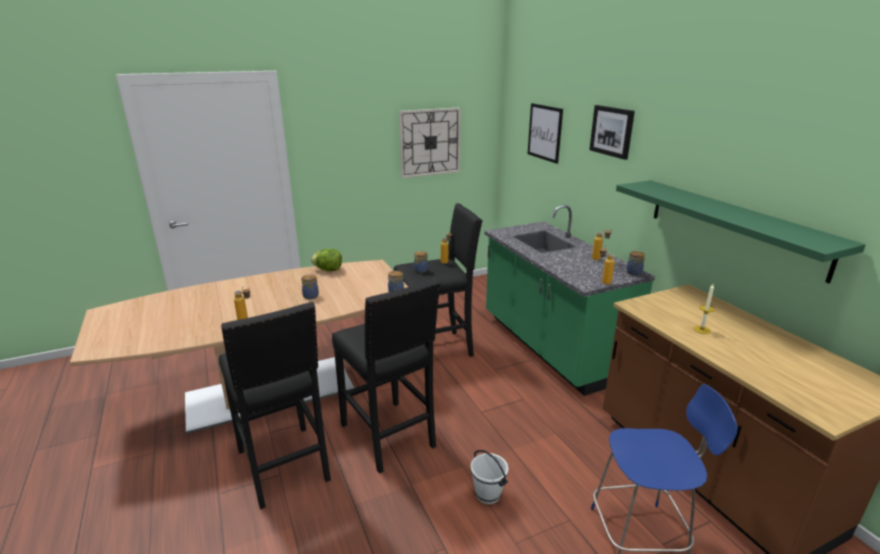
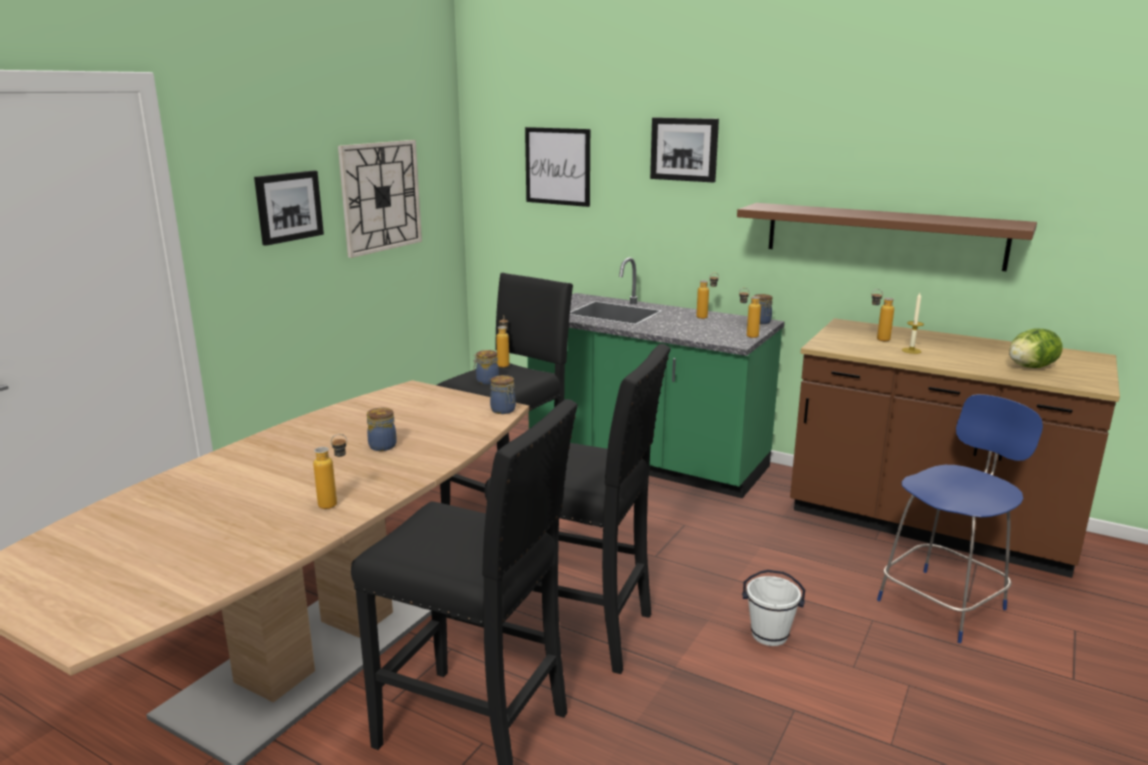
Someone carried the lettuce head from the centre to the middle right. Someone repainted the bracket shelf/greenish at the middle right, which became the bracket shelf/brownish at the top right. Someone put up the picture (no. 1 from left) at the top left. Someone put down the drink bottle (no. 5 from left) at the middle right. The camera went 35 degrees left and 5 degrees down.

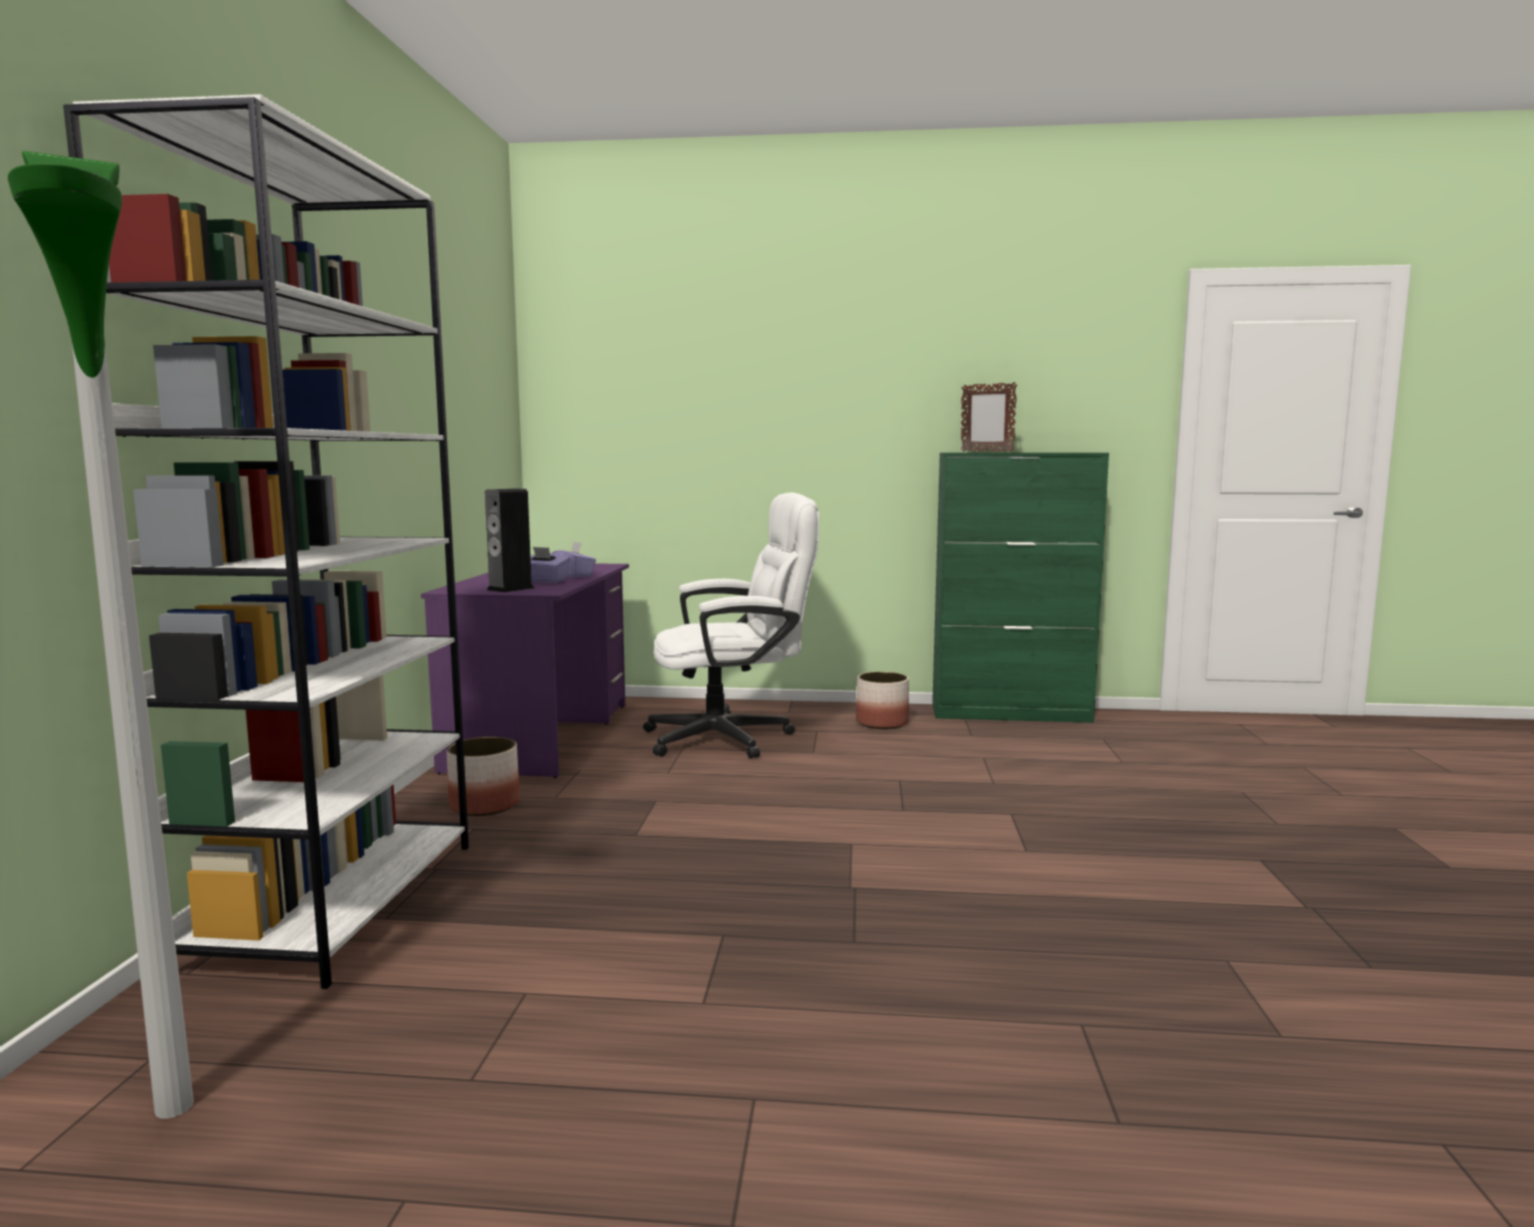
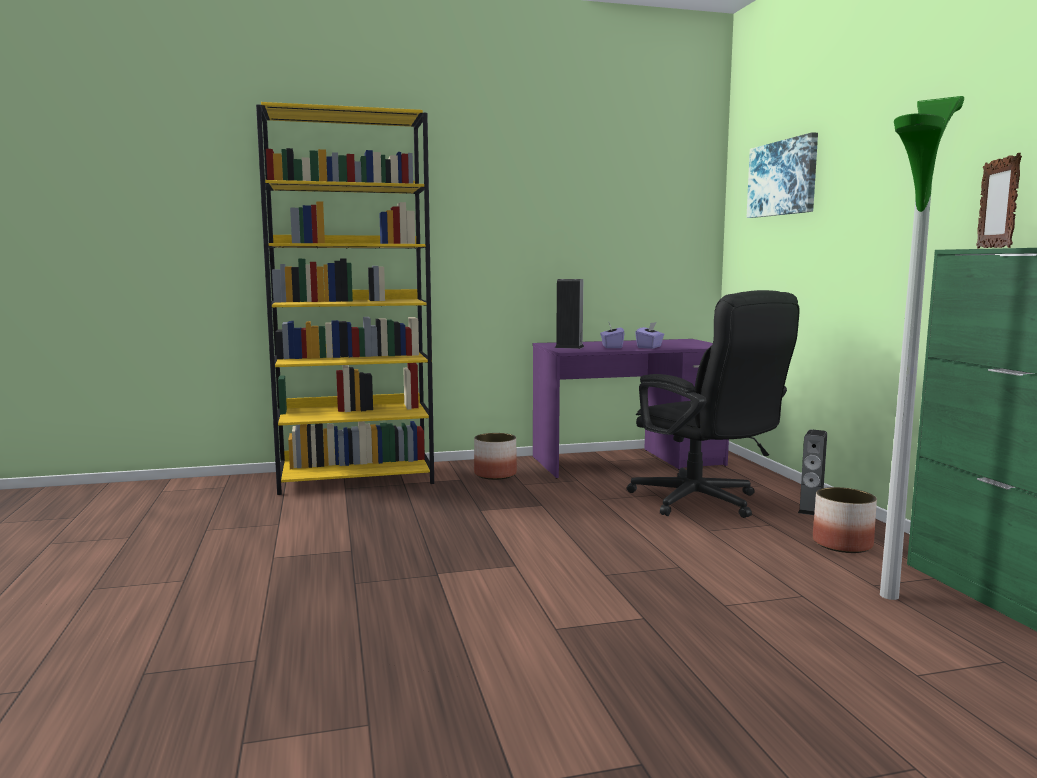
Someone carried the standard lamp from the middle left to the middle right. Someone repainted the bookcase/white-coloured at the middle left, which became the bookcase/yellow at the middle left. Someone repainted the computer chair/white-coloured at the centre, which became the computer chair/black-coloured at the middle right. Someone put up the picture at the top right. Someone put down the audio speaker (no. 2 from left) at the middle right. The camera went 70 degrees right and 0 degrees up.

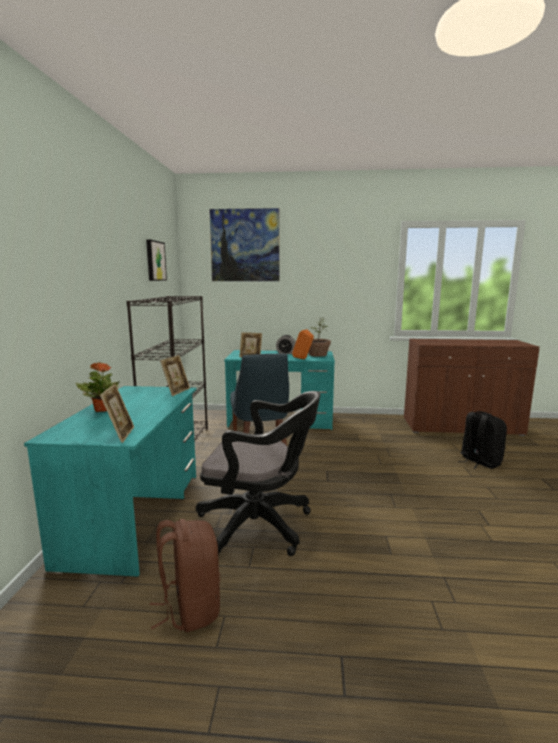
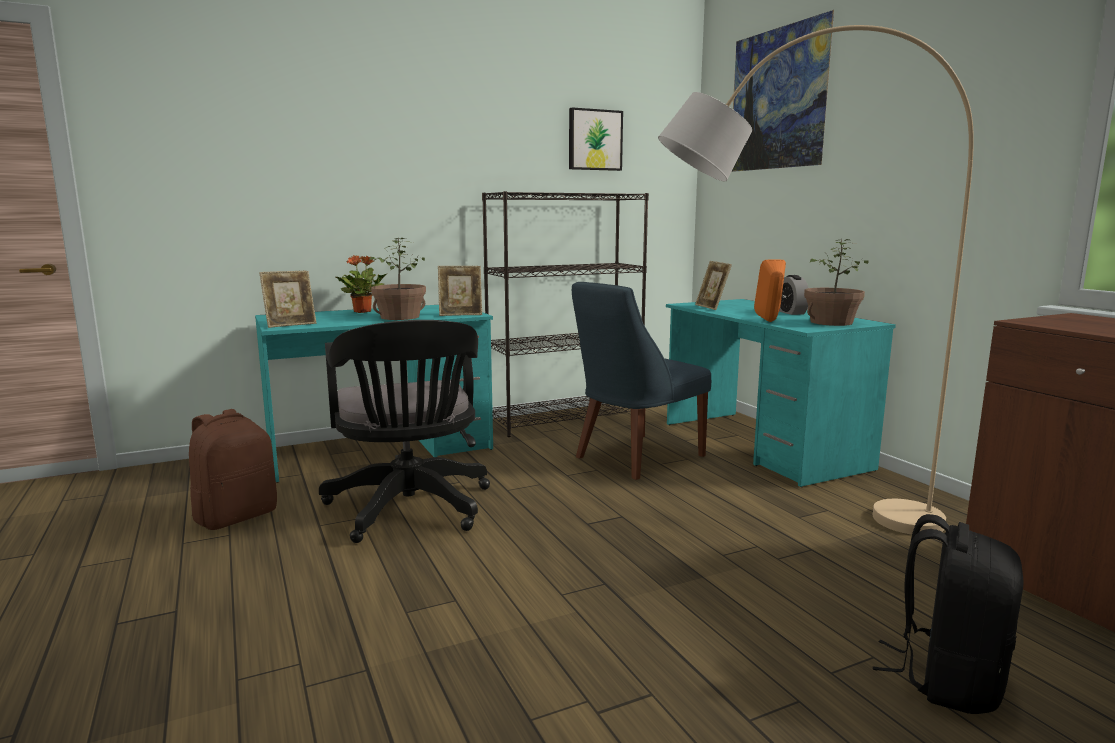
Someone put down the houseplant (no. 2 from left) at the centre. Someone put down the standard lamp/beige-coloured at the middle right. The camera went 60 degrees right and 0 degrees up.

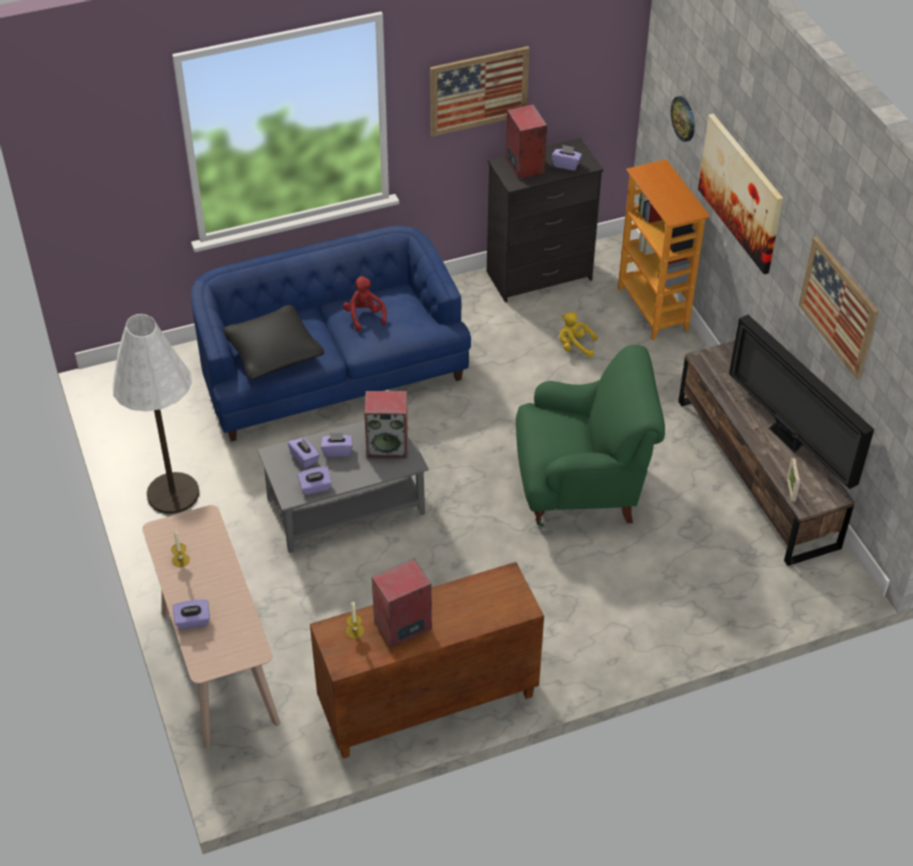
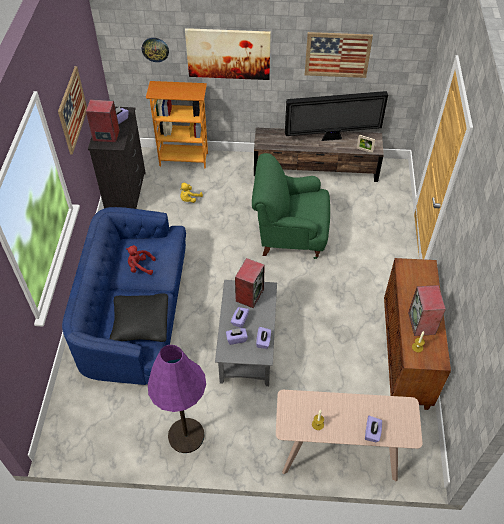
Someone repainted the standard lamp/white-coloured at the middle left, which became the standard lamp/purple-coloured at the bottom centre. Someone rotated the lounge chair/greenish at the centre by 105 degrees counterclockwise. The camera went 65 degrees left and 5 degrees up.

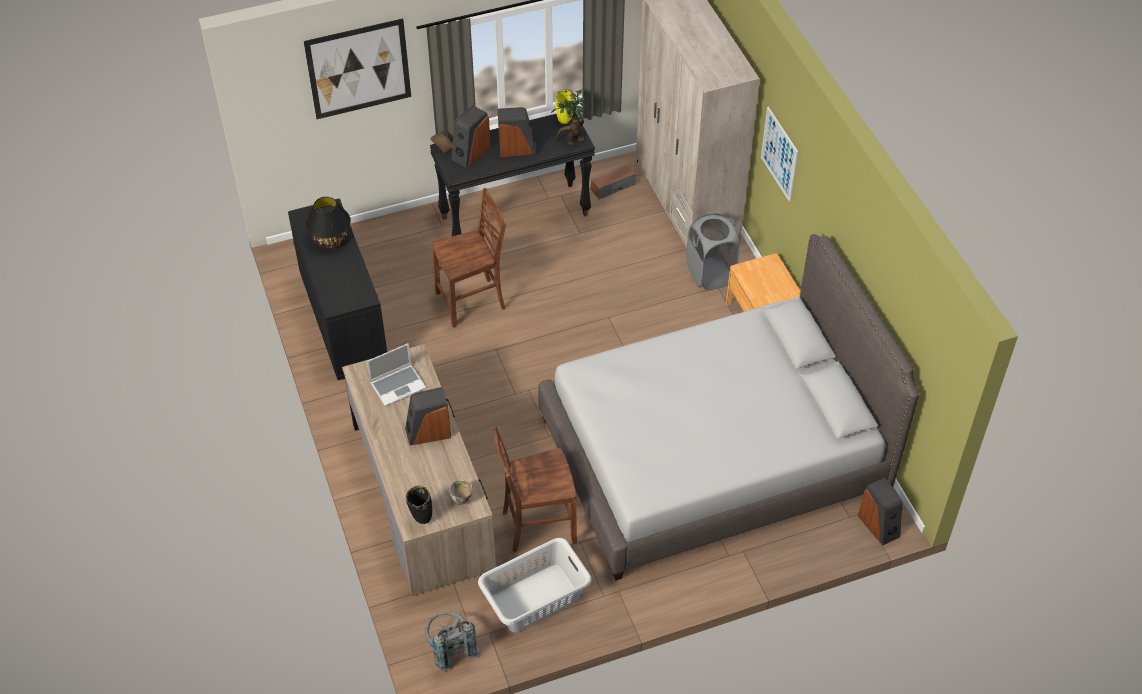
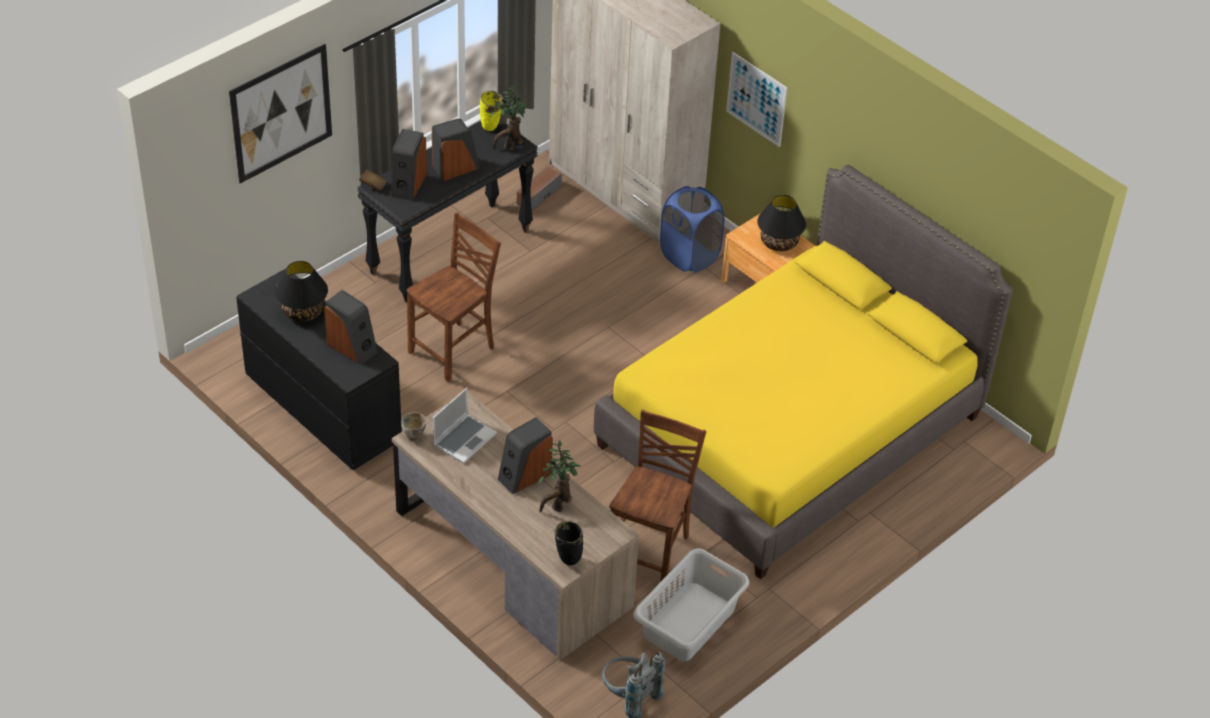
Someone carried the bowl from the bottom centre to the centre. Someone rotated the upright chair/brownish (no. 2 from left) at the bottom centre by 150 degrees clockwise. Someone repainted the sleeping bed/greyish at the centre, which became the sleeping bed/yellow at the centre. Someone repainted the laundry basket/greyish (no. 2 from left) at the centre, which became the laundry basket/blue at the top centre. Someone carried the audio speaker (no. 5 from left in the first image) from the bottom right to the middle left. Someone put down the houseplant (no. 2 from left) at the centre. Someone put down the lamp for a table/black-coloured (no. 2 from left) at the top centre. The camera went 25 degrees left and 5 degrees down.

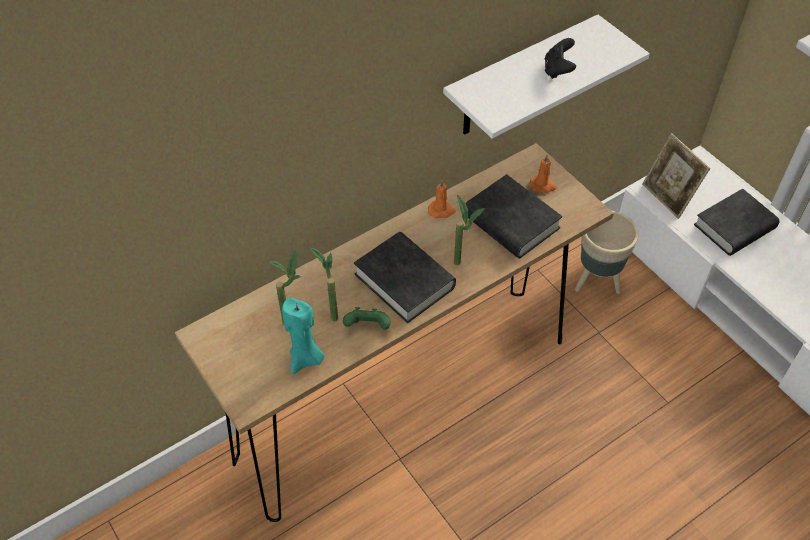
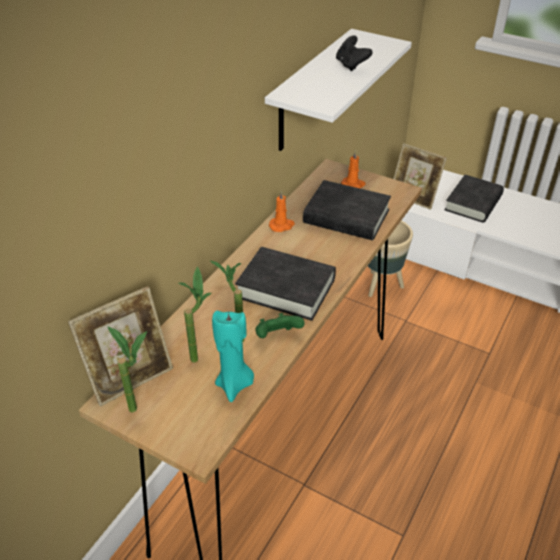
Someone carried the houseplant (no. 3 from left in the first image) from the centre to the middle left. Someone put down the standing frame (no. 1 from left) at the middle left. The camera went 25 degrees left and 10 degrees down.

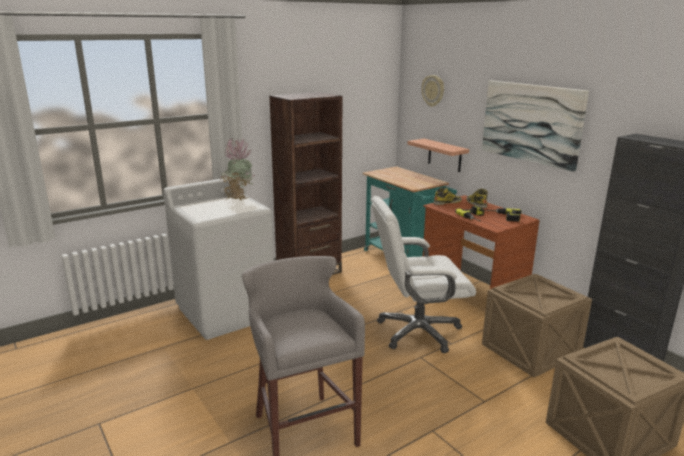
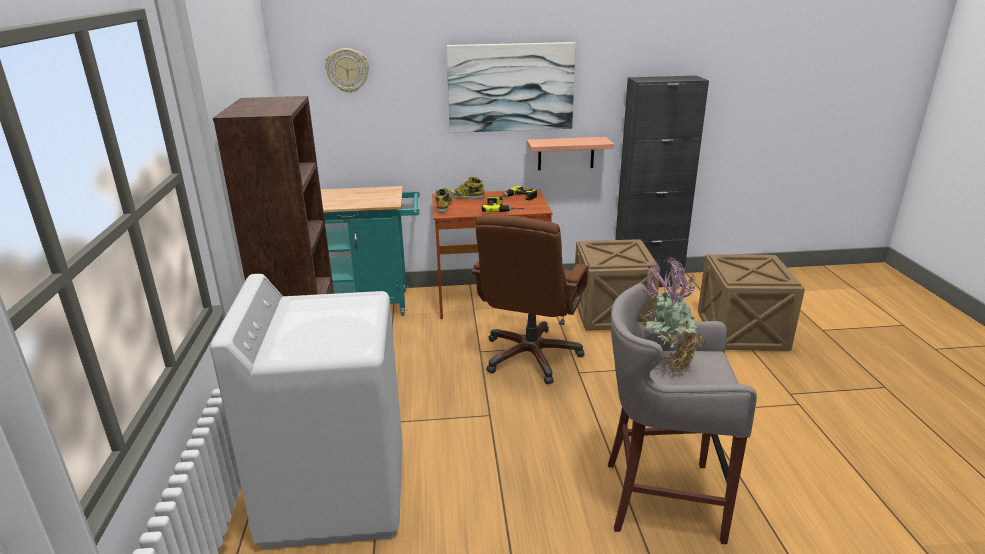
Someone carried the houseplant from the centre to the middle right. Someone repainted the computer chair/white-coloured at the centre, which became the computer chair/brownish at the centre. Someone carried the bracket shelf from the centre to the top centre. The camera went 60 degrees left and 5 degrees up.

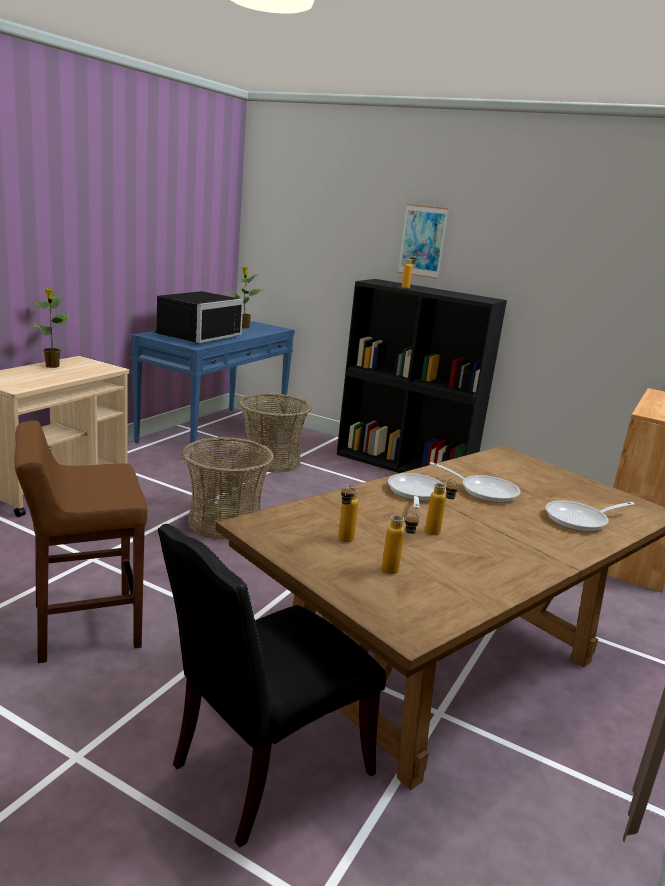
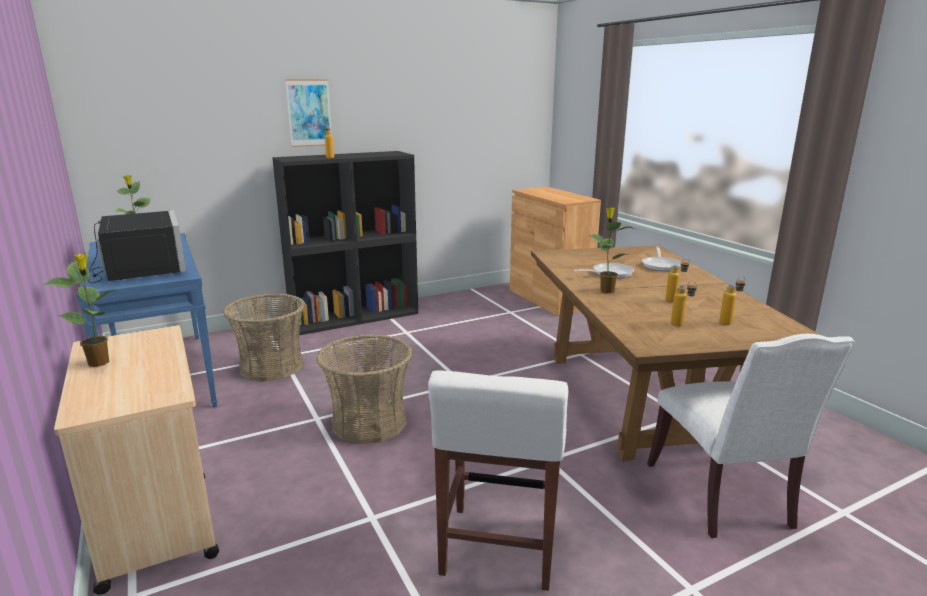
Someone repainted the stool/brownish at the middle left, which became the stool/white-coloured at the bottom centre. Someone repainted the upright chair/black-coloured at the bottom centre, which became the upright chair/white-coloured at the bottom right. Someone swapped the pan (no. 1 from left) at the centre for the houseplant (no. 3 from left) at the centre. The camera went 55 degrees left and 0 degrees up.

